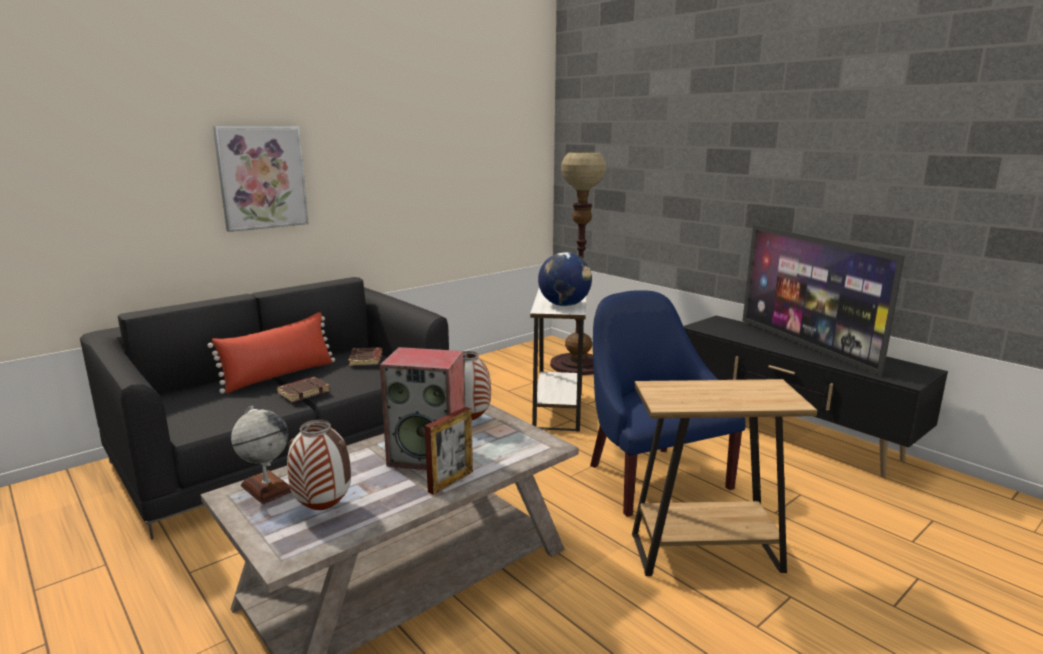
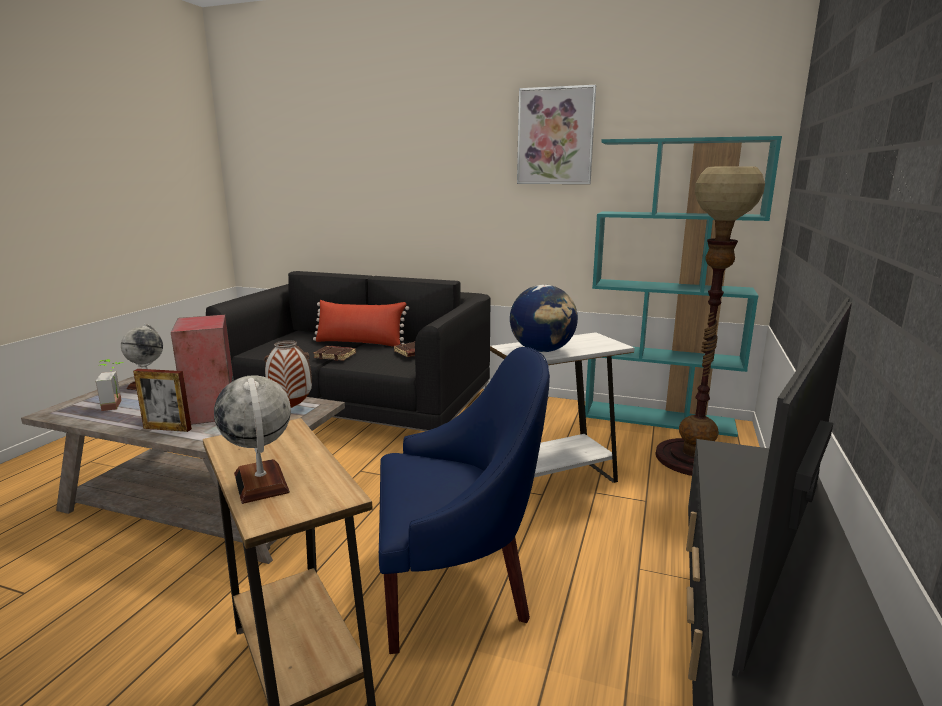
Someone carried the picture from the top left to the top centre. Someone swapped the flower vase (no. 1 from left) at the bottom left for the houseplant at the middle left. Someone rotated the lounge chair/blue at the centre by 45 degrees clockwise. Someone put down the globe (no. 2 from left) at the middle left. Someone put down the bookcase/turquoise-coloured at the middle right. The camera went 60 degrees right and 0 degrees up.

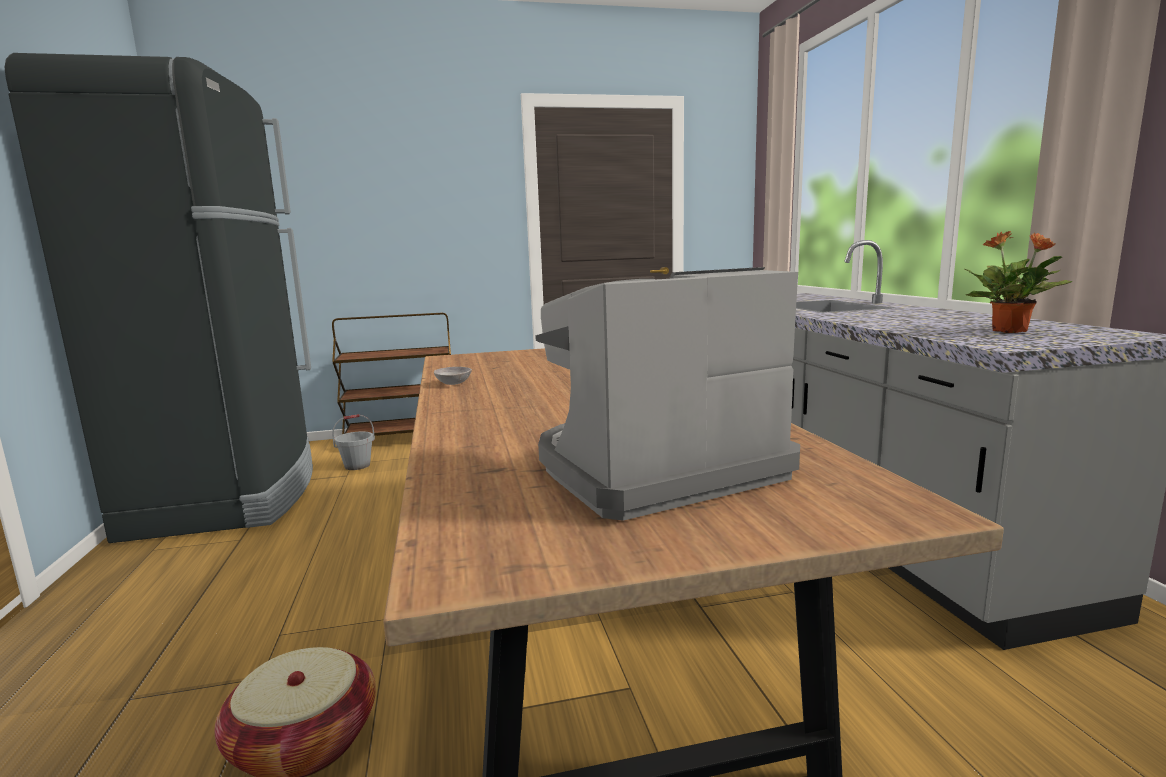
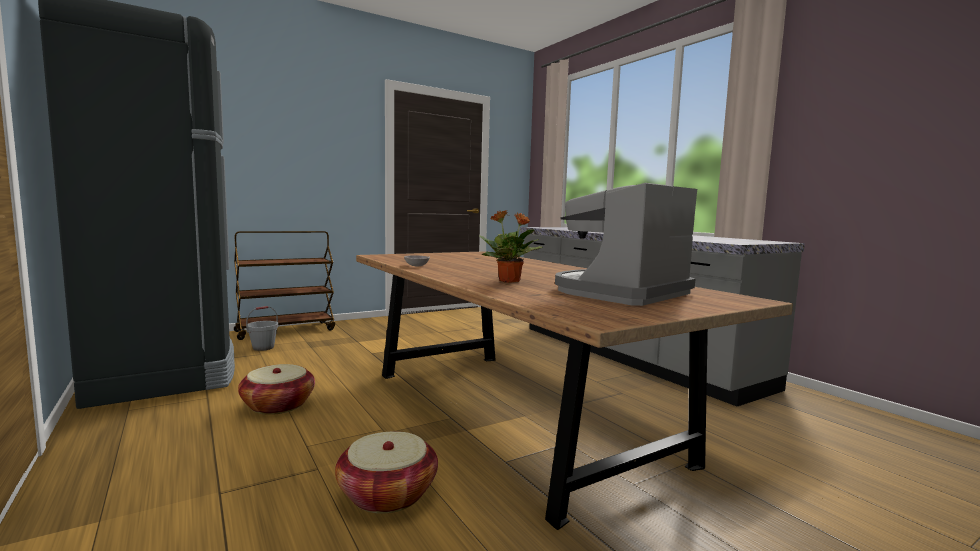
Someone carried the houseplant from the middle right to the centre. Someone put down the storage basket (no. 1 from left) at the bottom left. The camera went 20 degrees left and 5 degrees down.

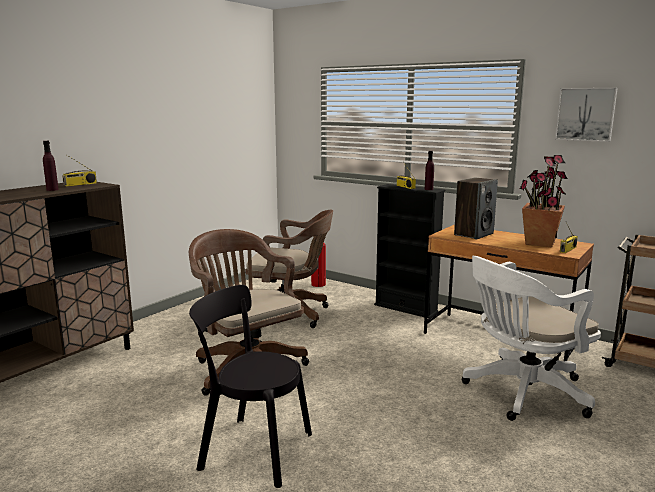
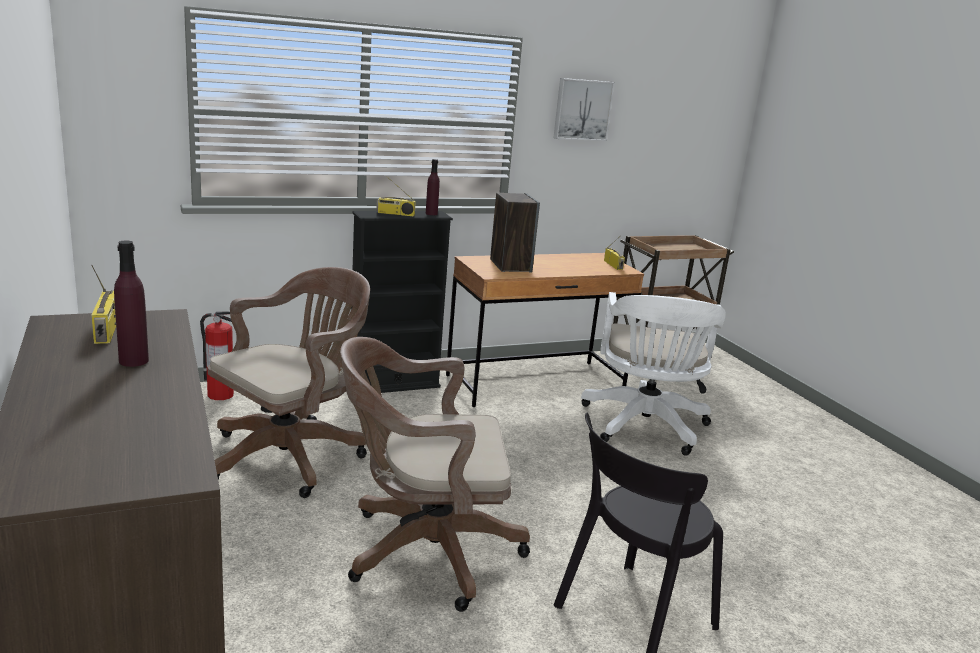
Someone took away the houseplant at the middle right. The camera went 60 degrees left and 5 degrees up.

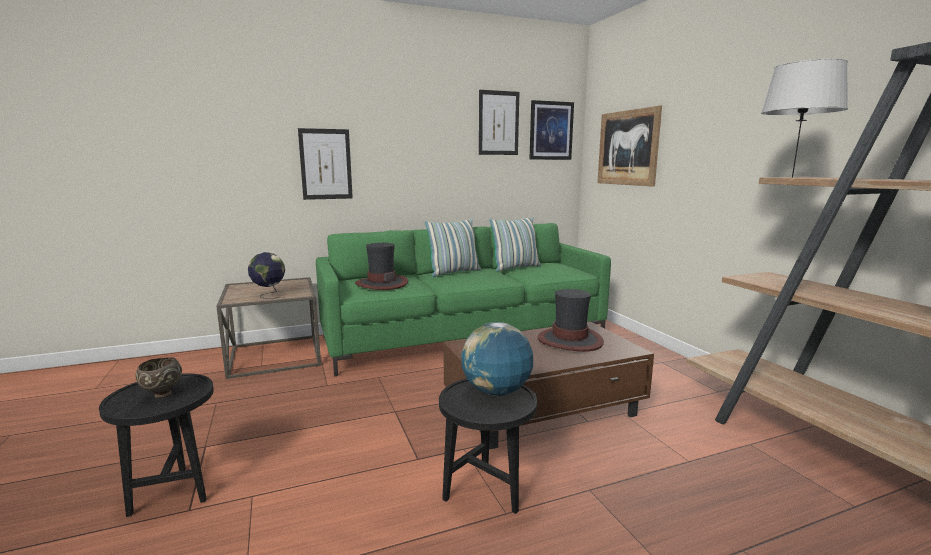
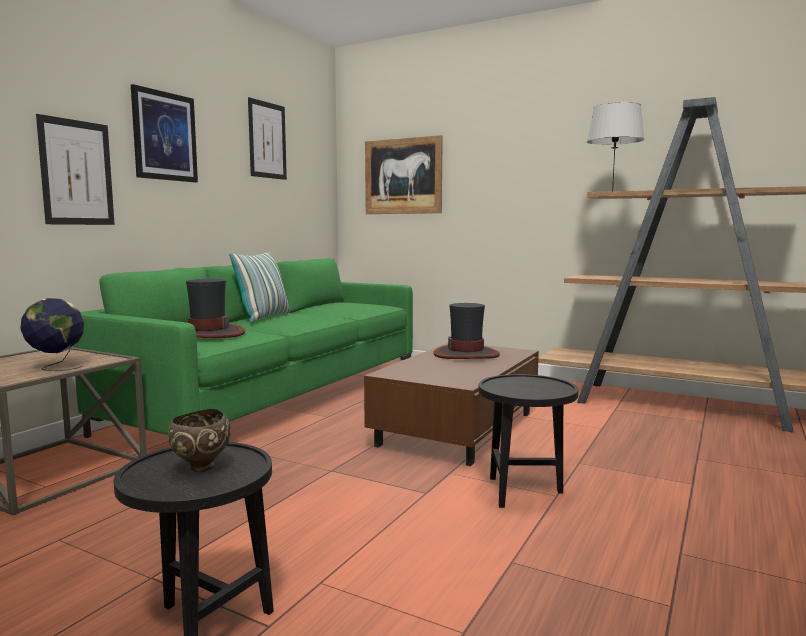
Someone took away the globe (no. 2 from left) at the centre. Someone took away the throw pillow (no. 2 from left) at the centre. Someone carried the picture (no. 3 from left in the first image) from the top centre to the top left. The camera went 40 degrees left and 5 degrees down.

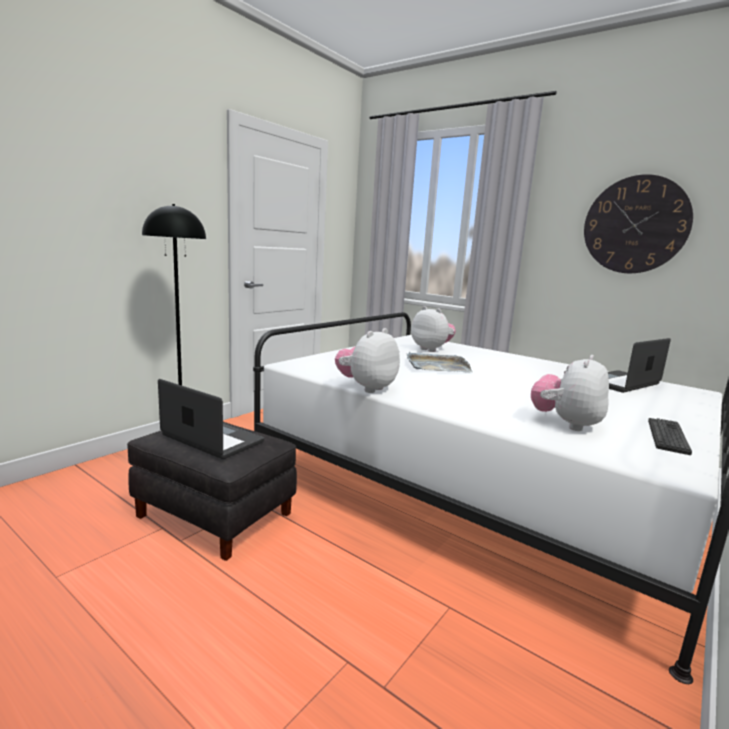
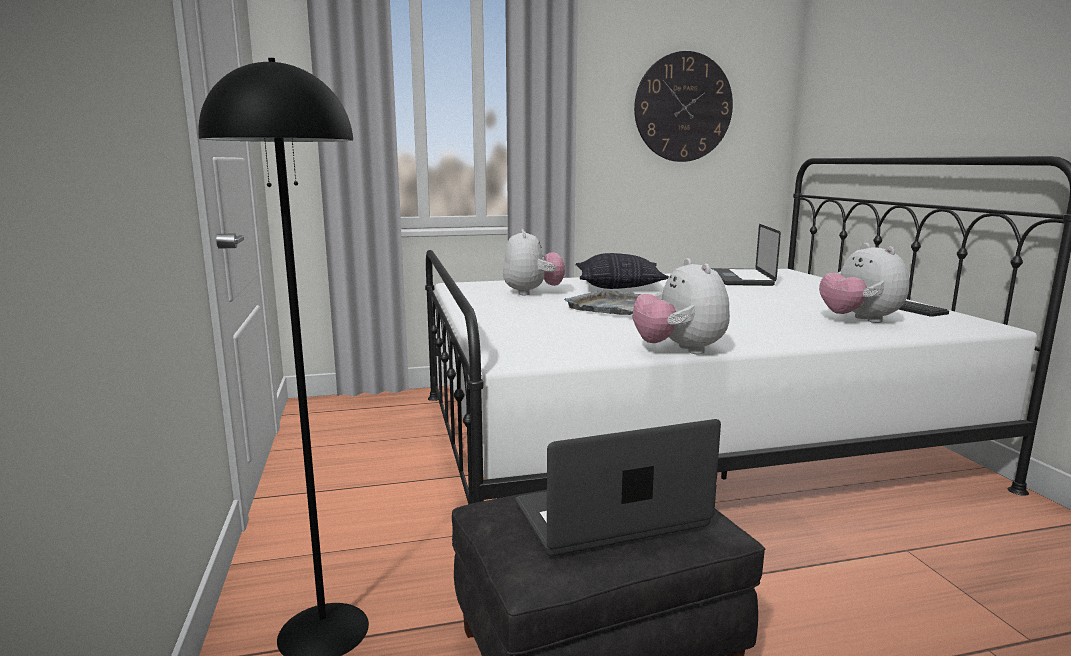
Someone rotated the soft toy (no. 2 from left in the first image) at the centre by 90 degrees clockwise. Someone put down the throw pillow at the centre. The camera went 50 degrees left and 0 degrees up.

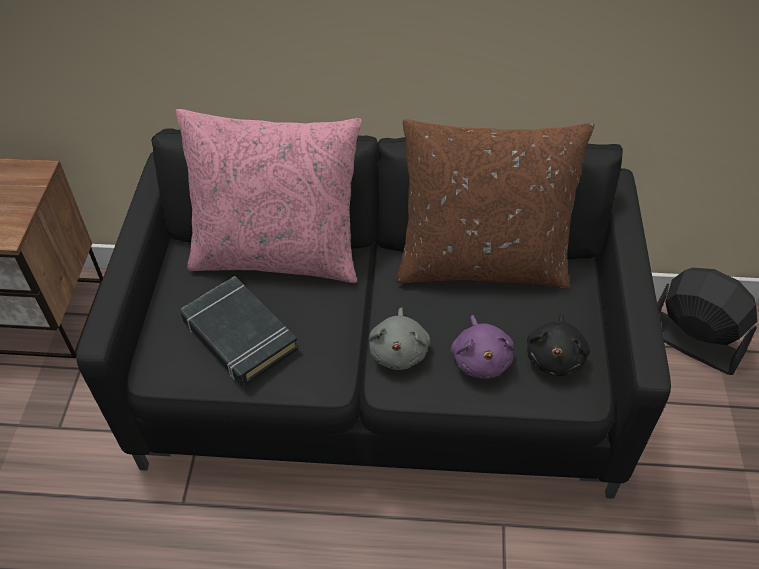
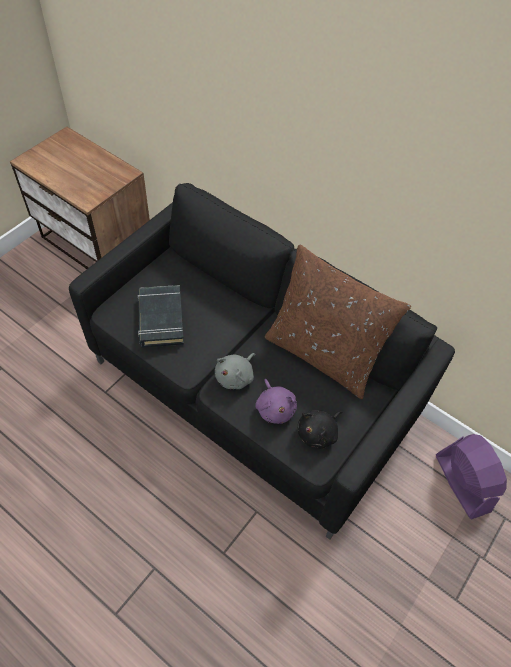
Someone took away the throw pillow/pink at the centre. Someone rotated the soft toy/purple-coloured at the centre by 45 degrees counterclockwise. Someone repainted the cooling fan/black-coloured at the middle right, which became the cooling fan/purple-coloured at the bottom right. The camera went 30 degrees right and 5 degrees up.

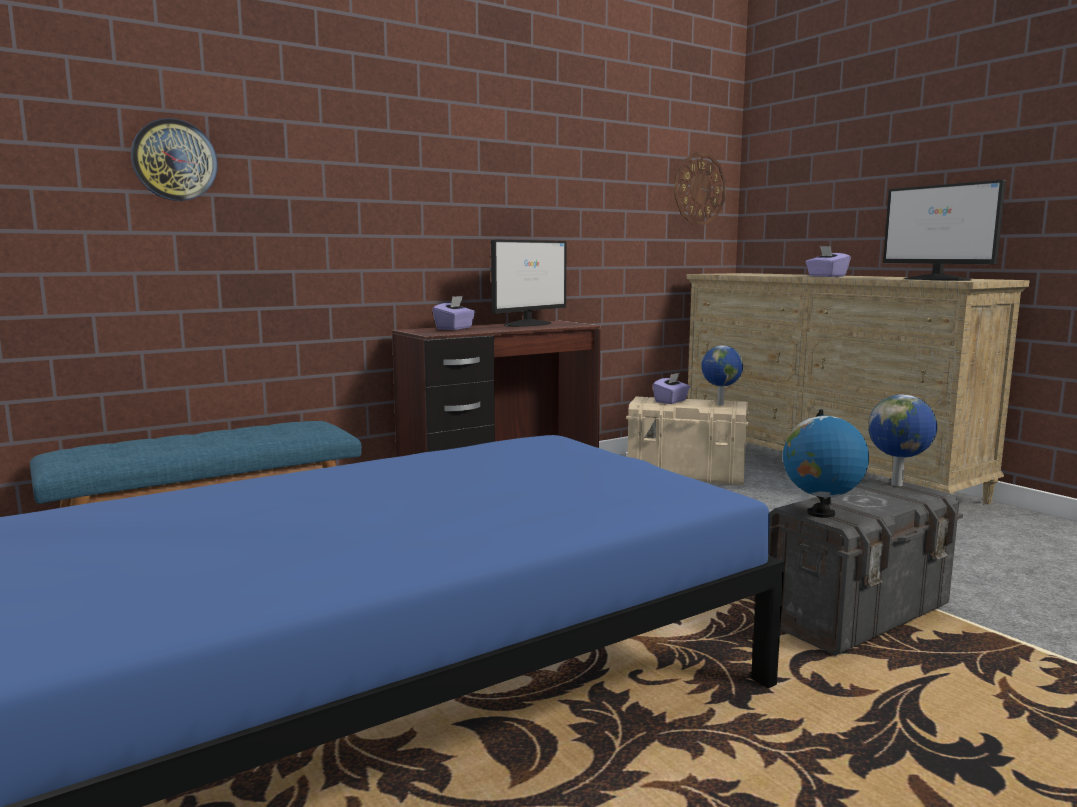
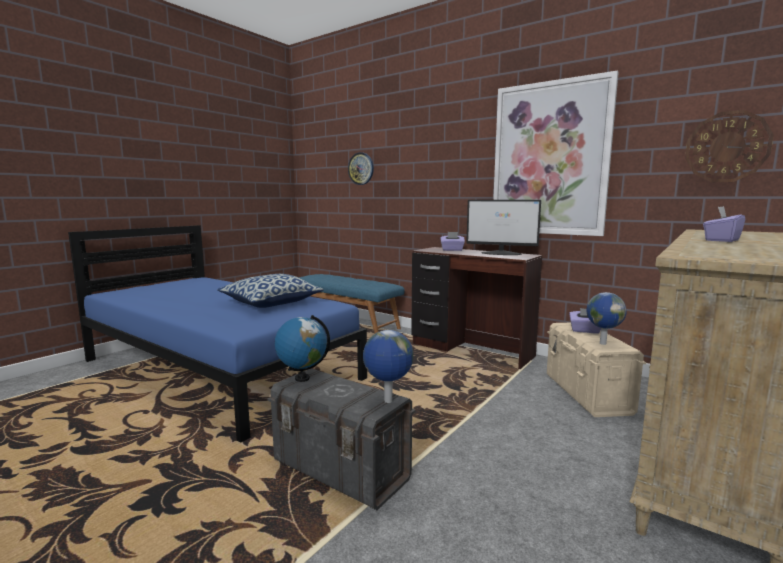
Someone took away the monitor (no. 2 from left) at the top right. Someone put down the throw pillow at the centre. Someone put up the picture at the top right. The camera went 70 degrees right and 0 degrees up.

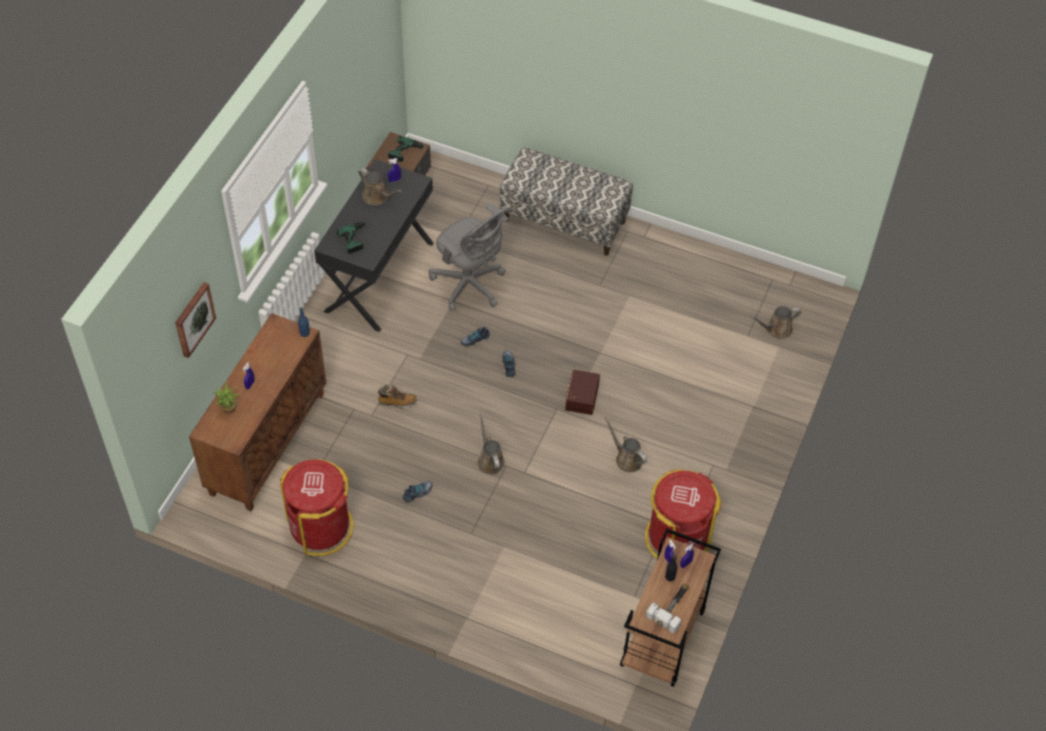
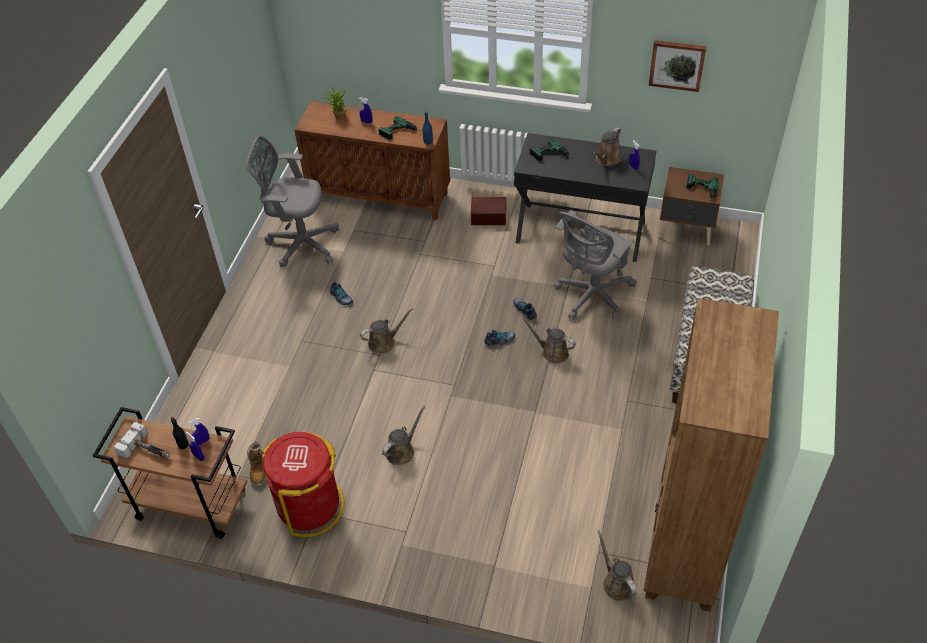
Someone carried the picture from the middle left to the top right. Someone swapped the waste bin/red-coloured (no. 1 from left) at the bottom left for the computer chair/greyish (no. 1 from left) at the top left. Someone carried the boot from the centre to the bottom left. Someone carried the storage box/brownish from the centre to the top centre. Someone put down the drill (no. 1 from left) at the top centre. Someone put down the watering can/brownish (no. 3 from left) at the centre. Someone put down the bookcase/brownish at the bottom right. The camera went 85 degrees right and 5 degrees down.

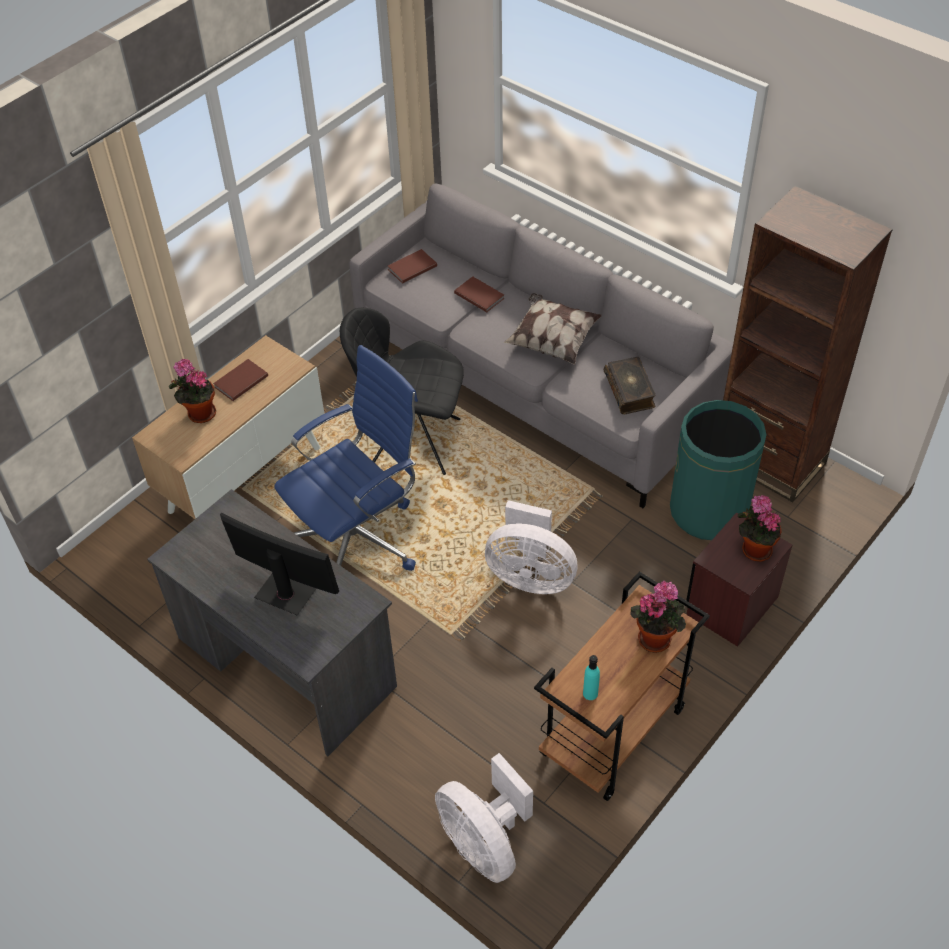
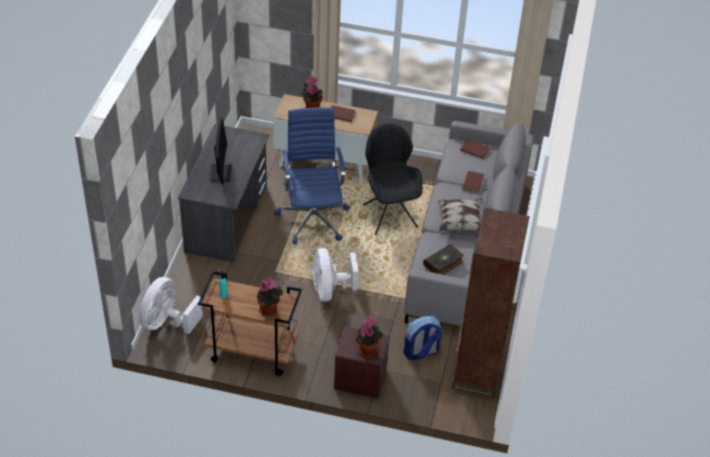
Someone rotated the computer chair/blue at the centre by 120 degrees counterclockwise. Someone swapped the waste bin/greenish at the middle right for the rucksack at the bottom centre. The camera went 60 degrees right and 5 degrees down.

